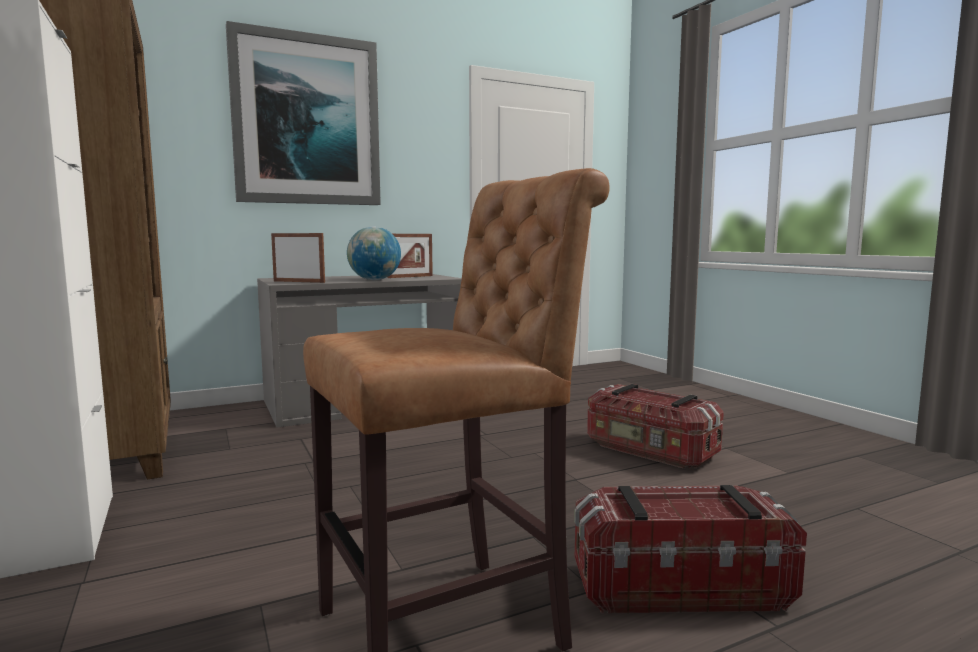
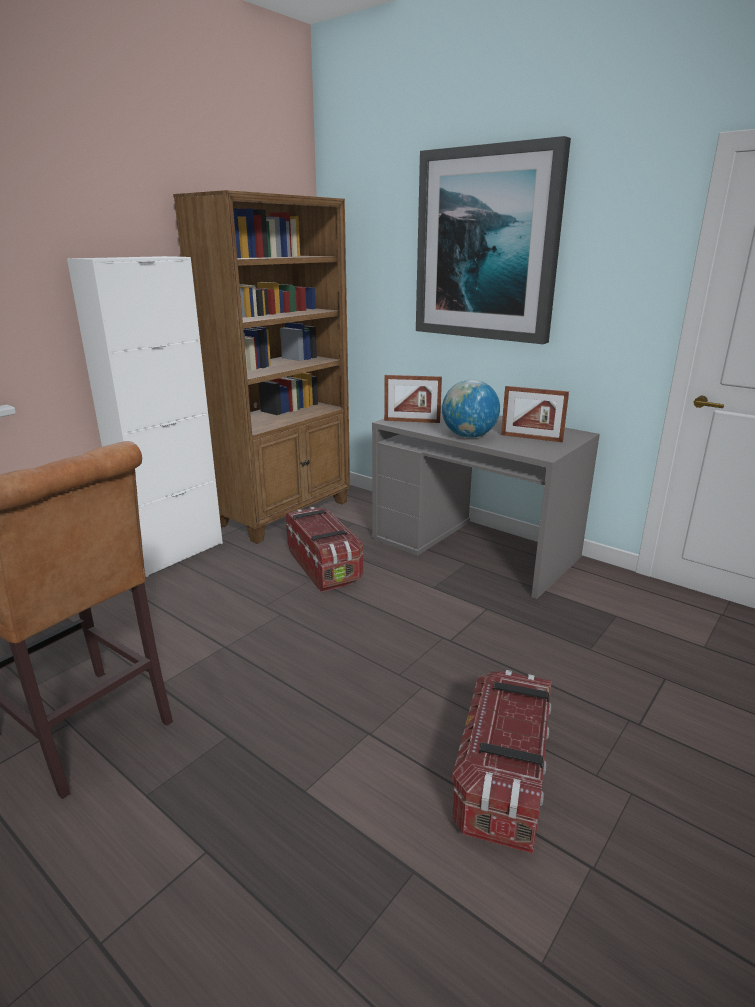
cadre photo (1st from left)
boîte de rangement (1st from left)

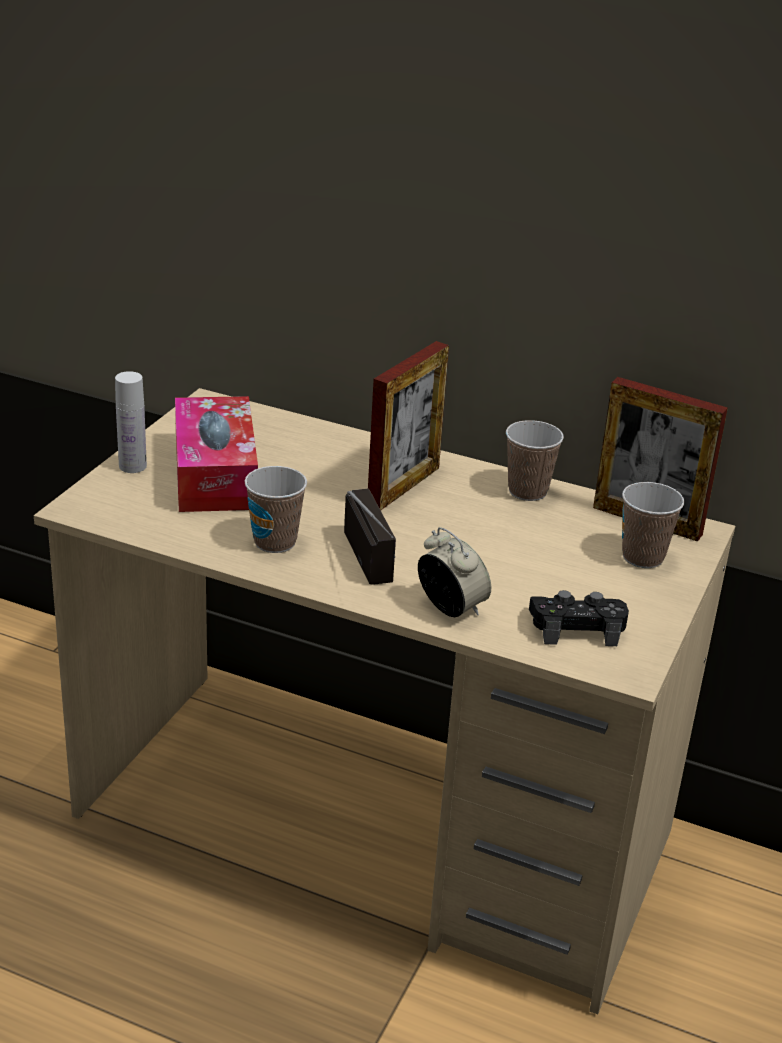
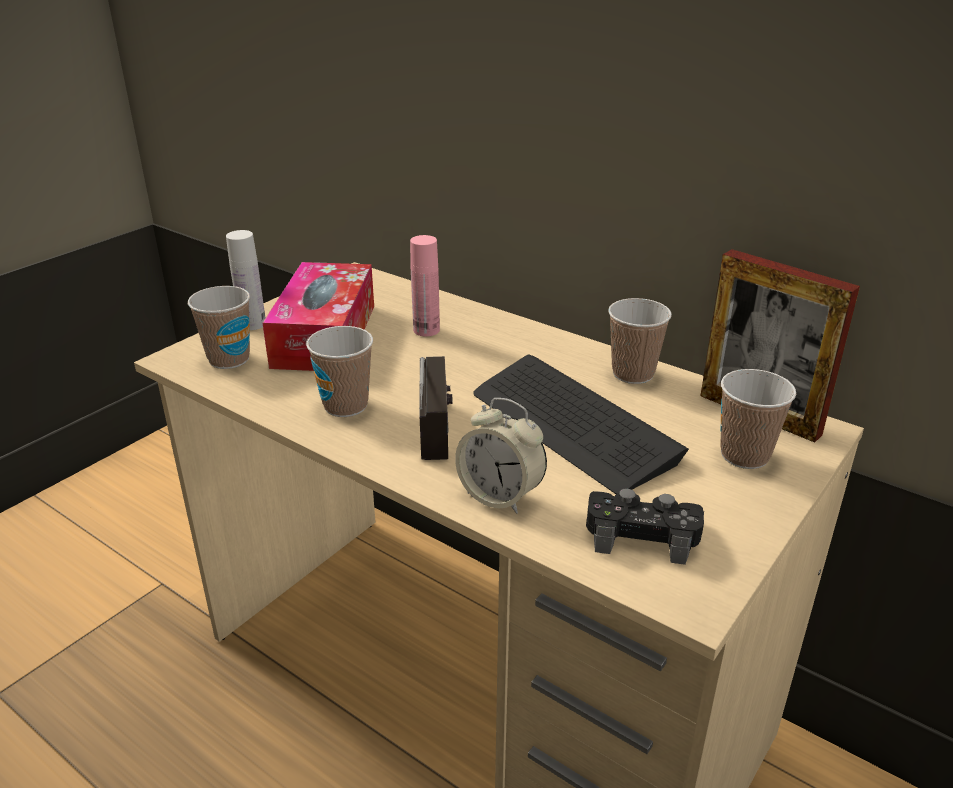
cadre photo (1st from left in the first image)
réveil
tasse (1st from left)
bouteille/rose
clavier

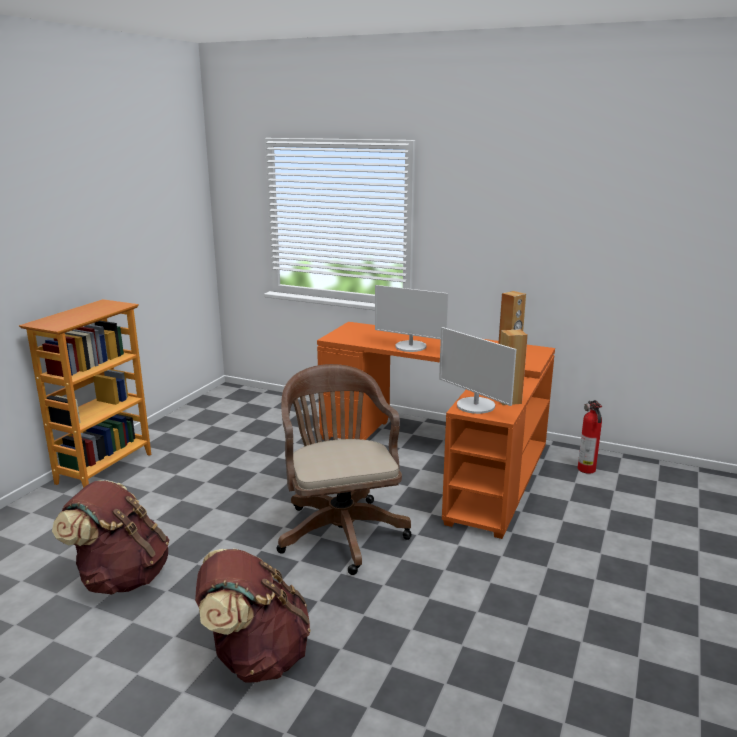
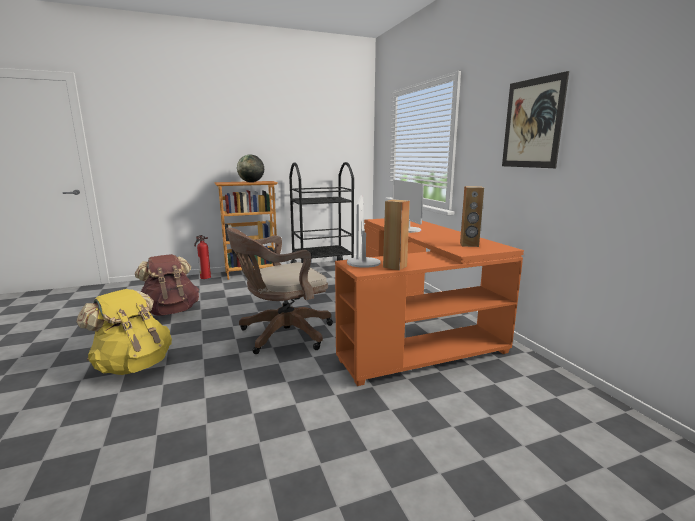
sac à dos/jaune
chaise de bureau/marron
extincteur
globe
chariot/noir
tableau

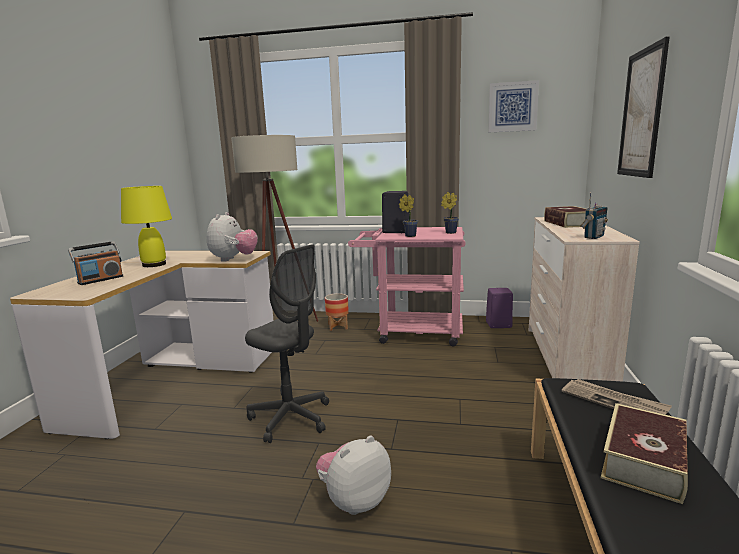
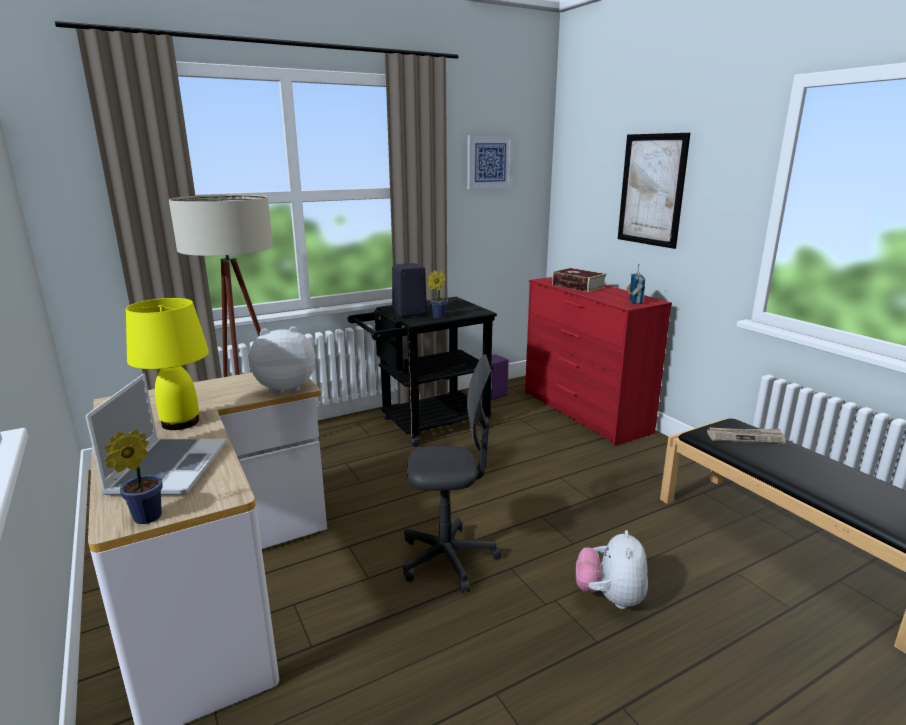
ordinateur portable
peluche (1st from left)
cache-pot
chariot/noir
plante en pot (1st from left)
commode/rouge
livre (2nd from left in the first image)

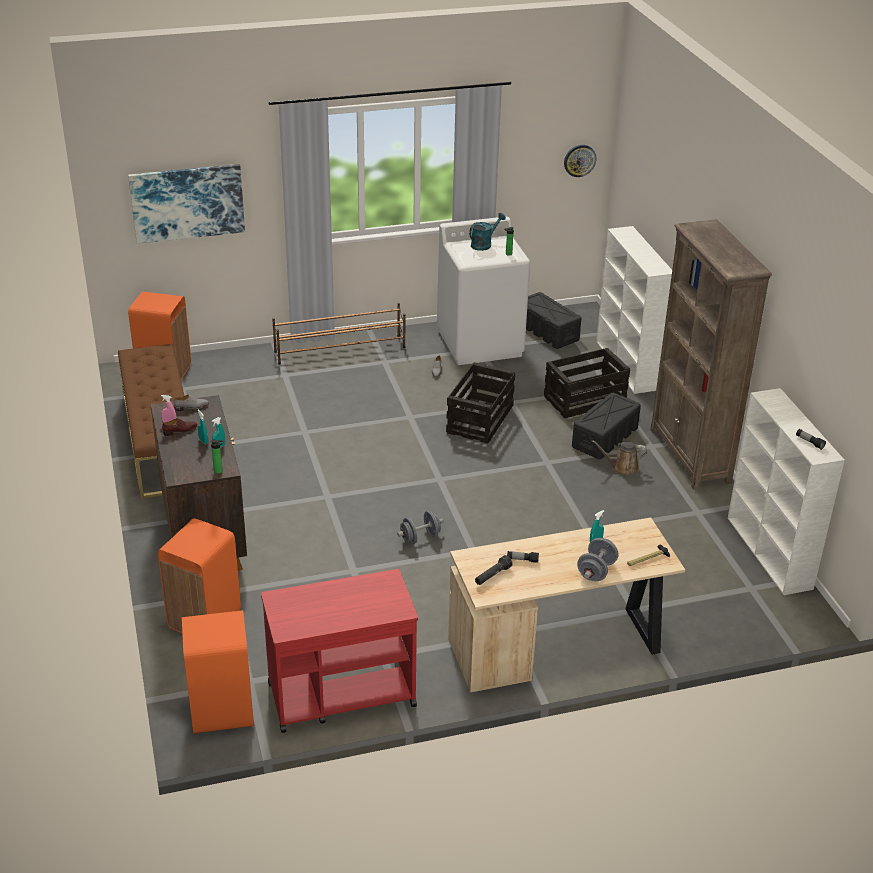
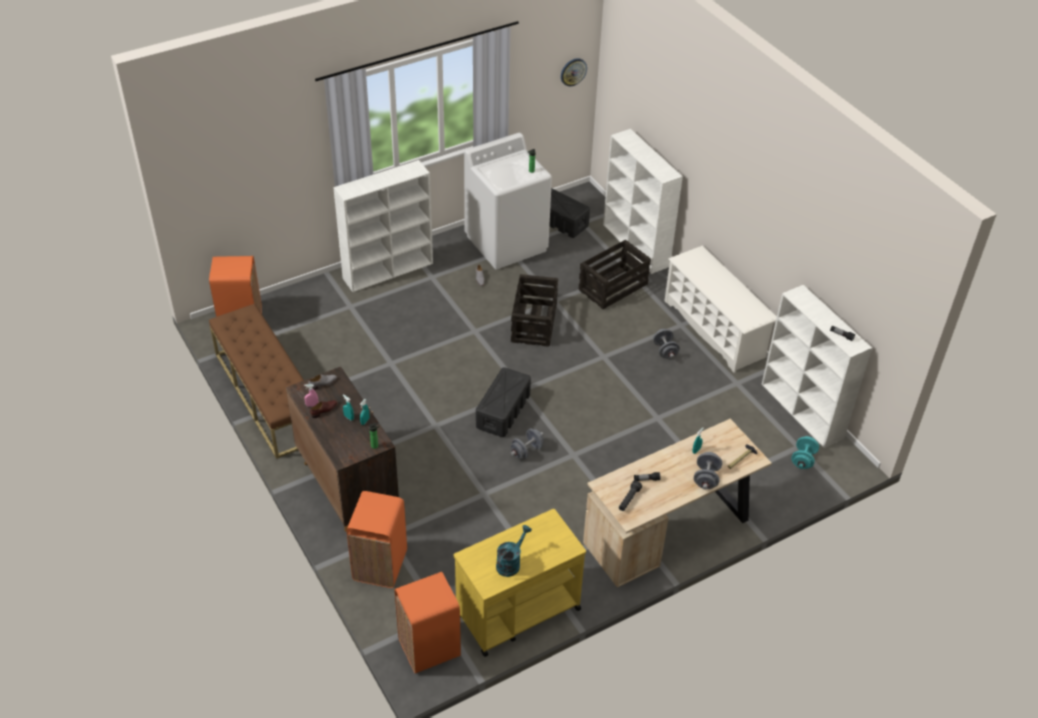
tableau
chariot/jaune
bibliothèque/blanc (1st from left)
arrosoir/turquoise
boîte de rangement/noir (1st from left)
haltère/gris (2nd from left)
étagère à chaussures/blanc
haltère/turquoise

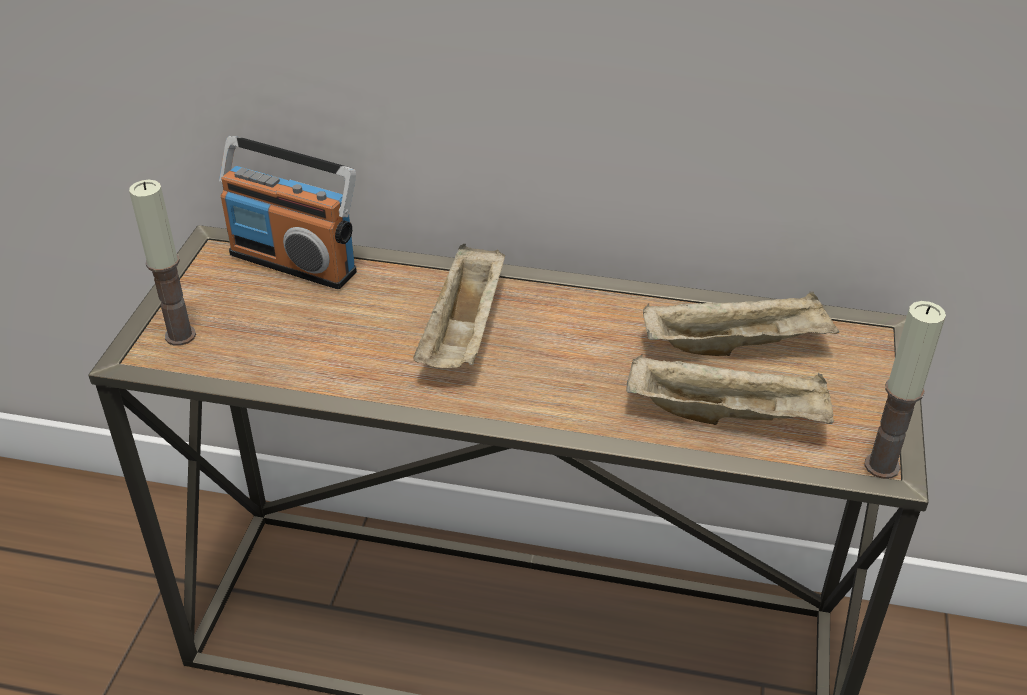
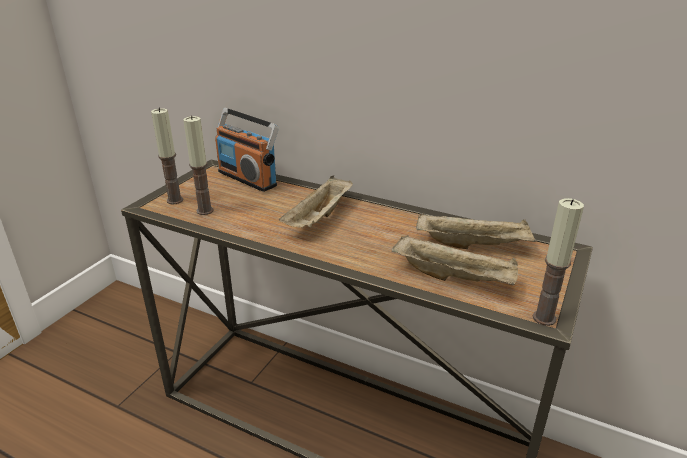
bougie (2nd from left)

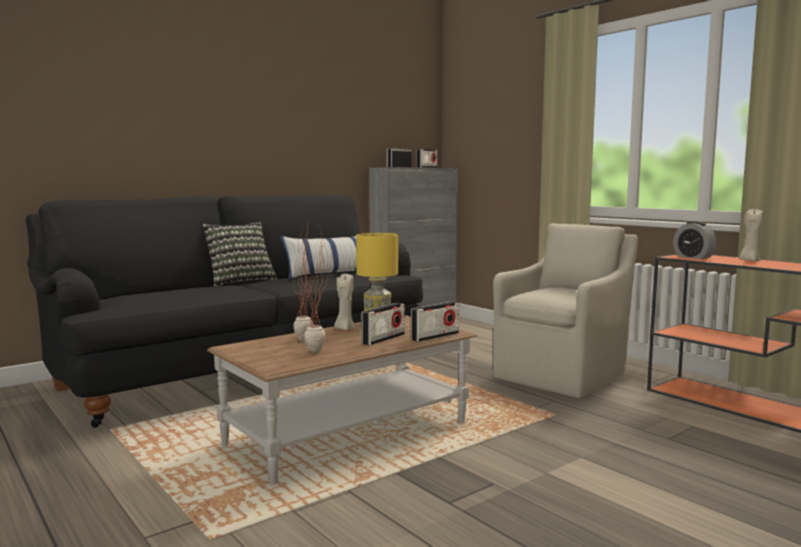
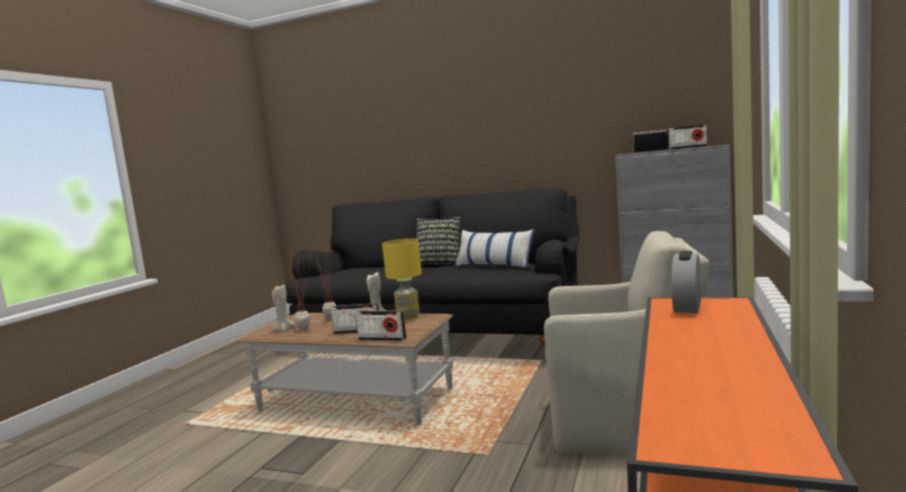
bougie/beige (1st from left)

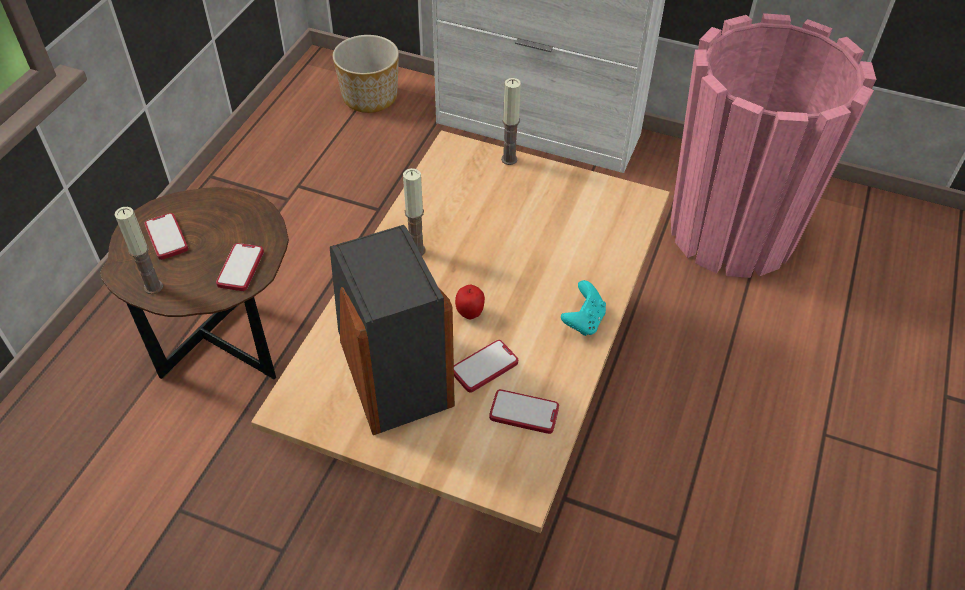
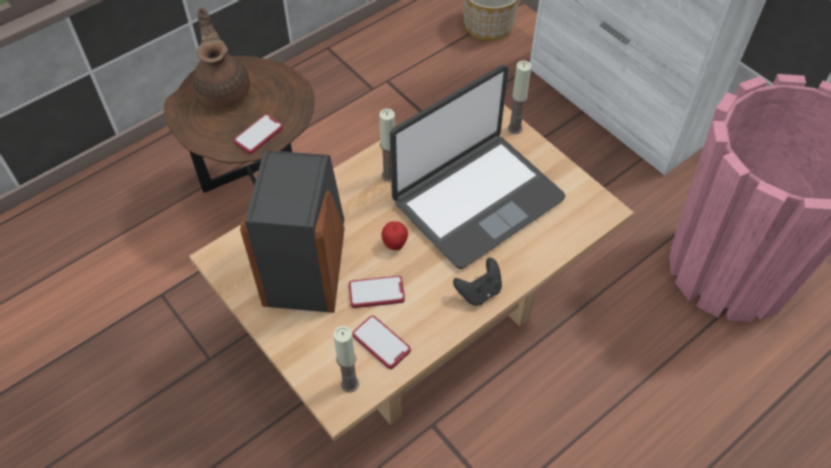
bougie (1st from left)
théière/marron
manette/noir
ordinateur portable

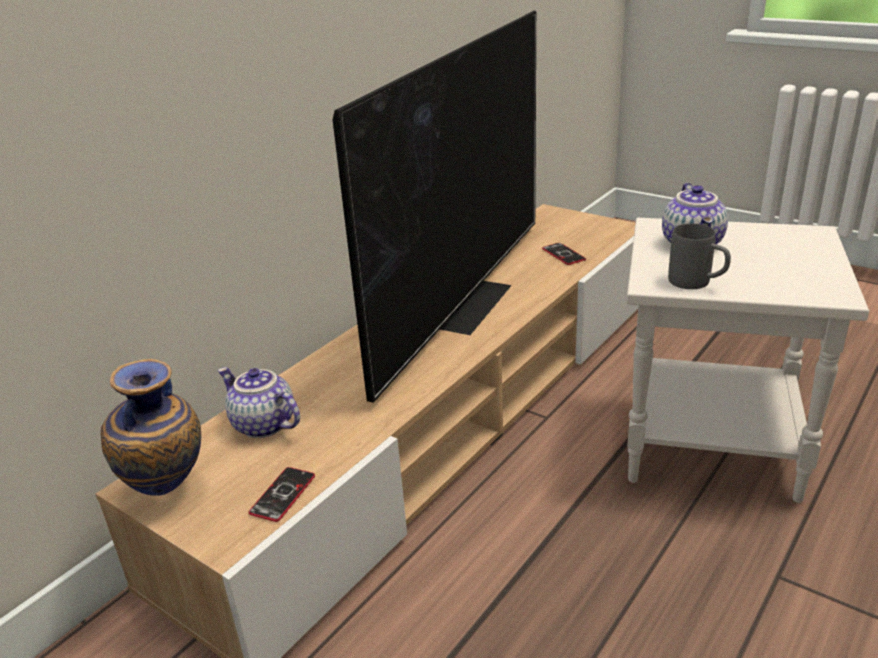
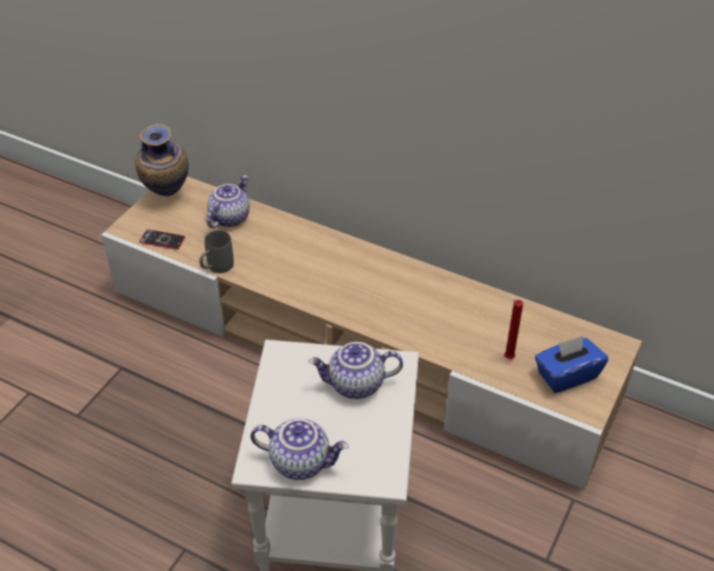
téléviseur
bougie/rouge
mug/gris
théière (2nd from left)
boîte à mouchoirs/bleu

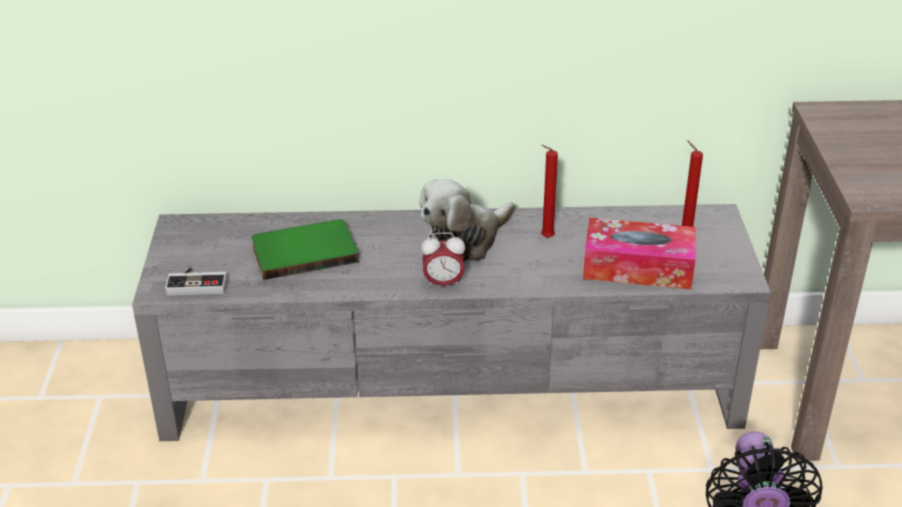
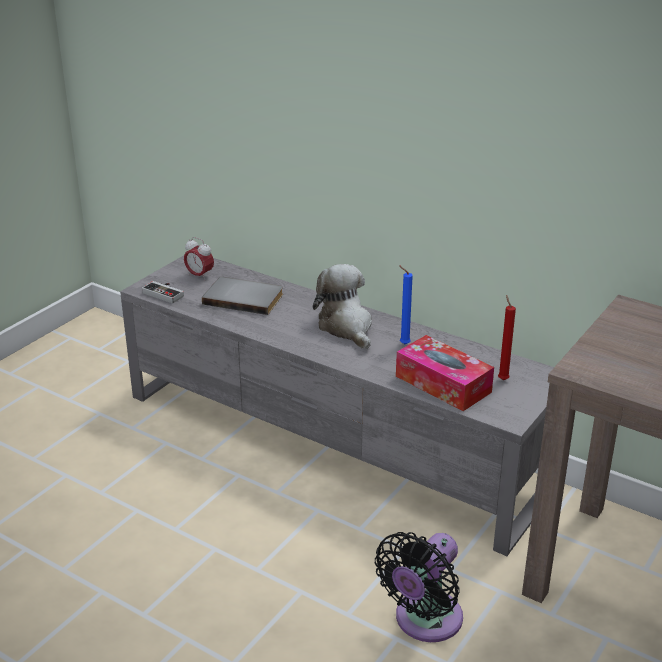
livre/gris
peluche
réveil
bougie/bleu

